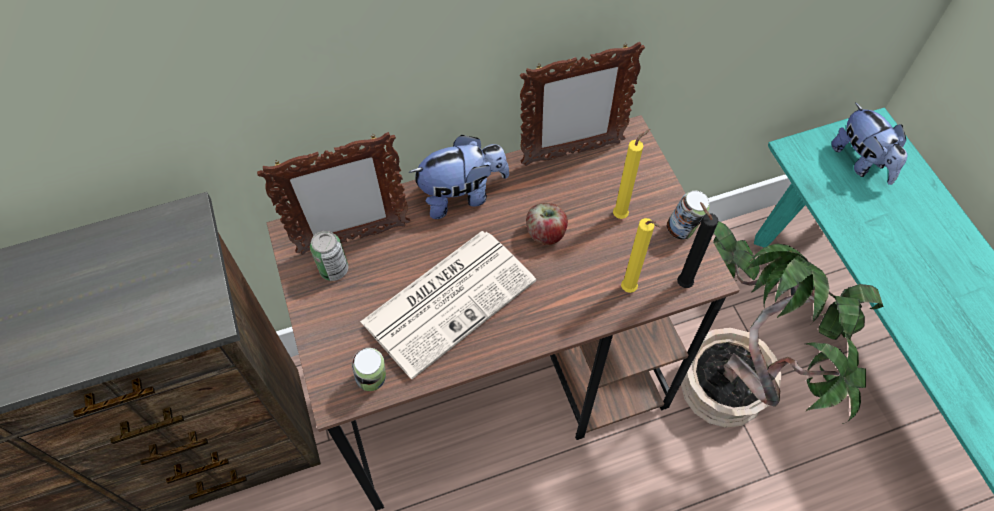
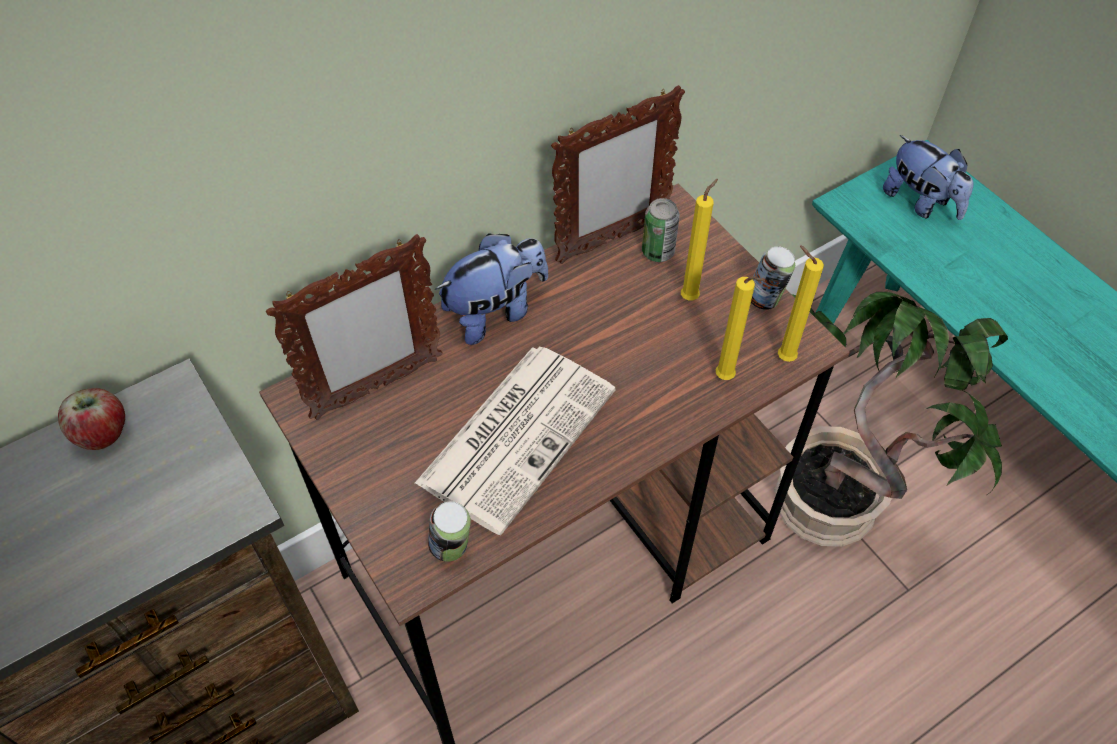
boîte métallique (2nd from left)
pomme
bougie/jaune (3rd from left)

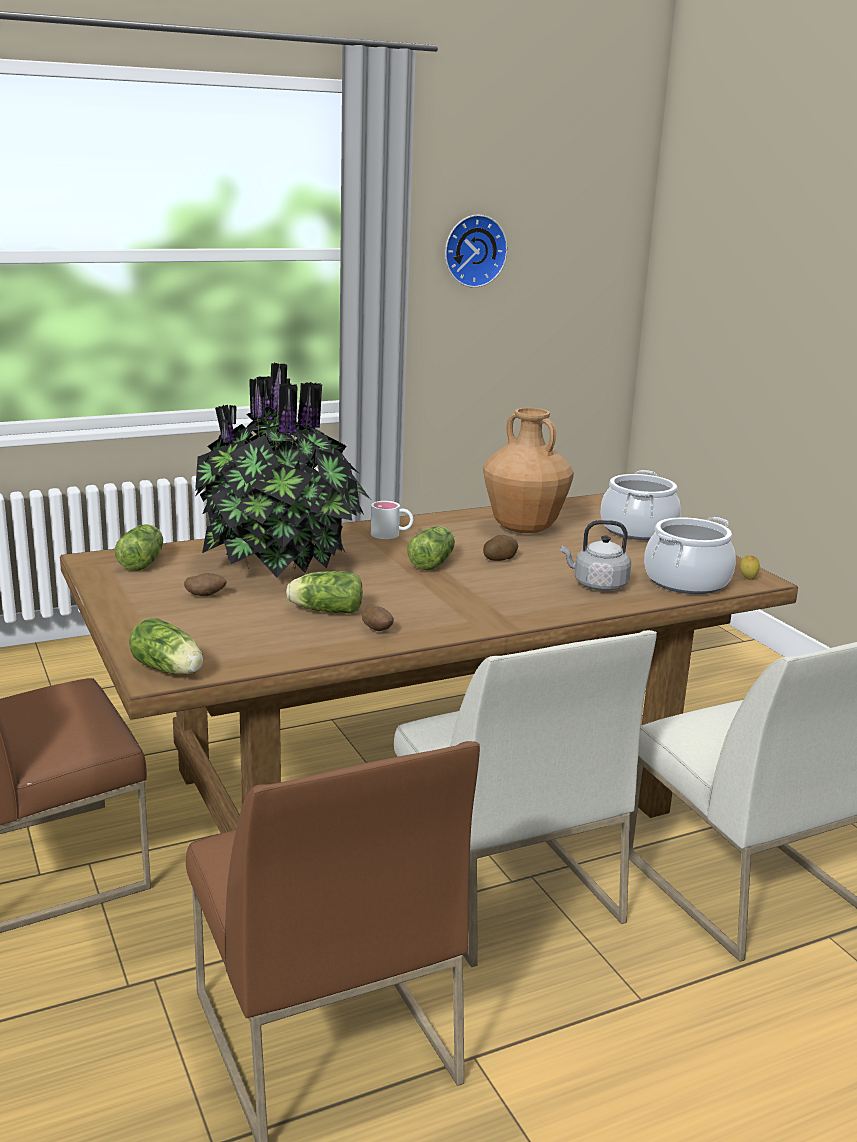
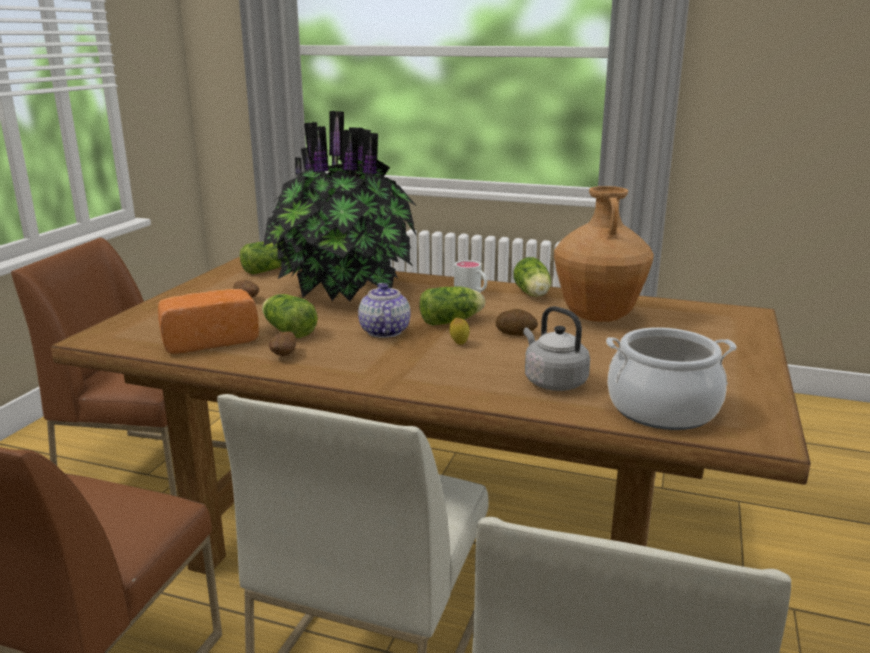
laitue (4th from left)
horloge murale
marmite (1st from left in the first image)
citron
pain
théière

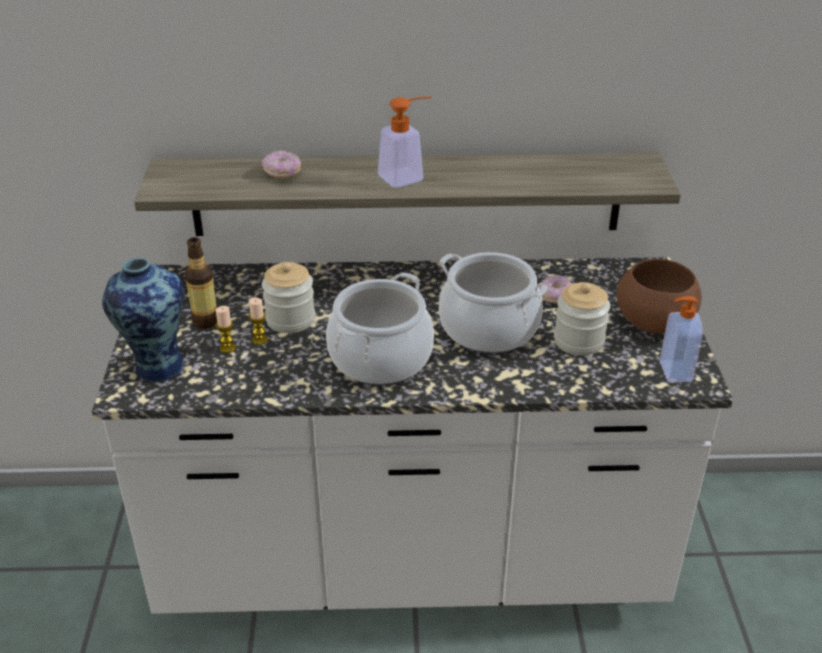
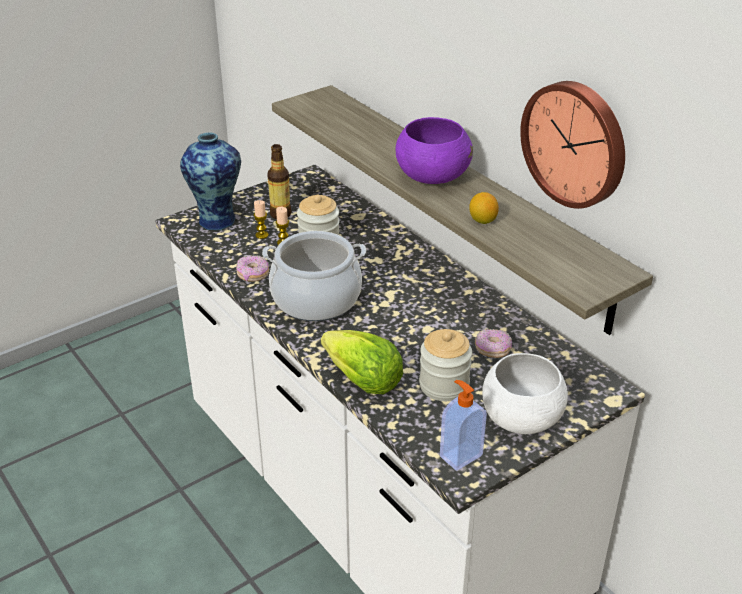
beignet (1st from left)
bol/violet
marmite (2nd from left in the first image)
bol/blanc
laitue
citron
horloge murale

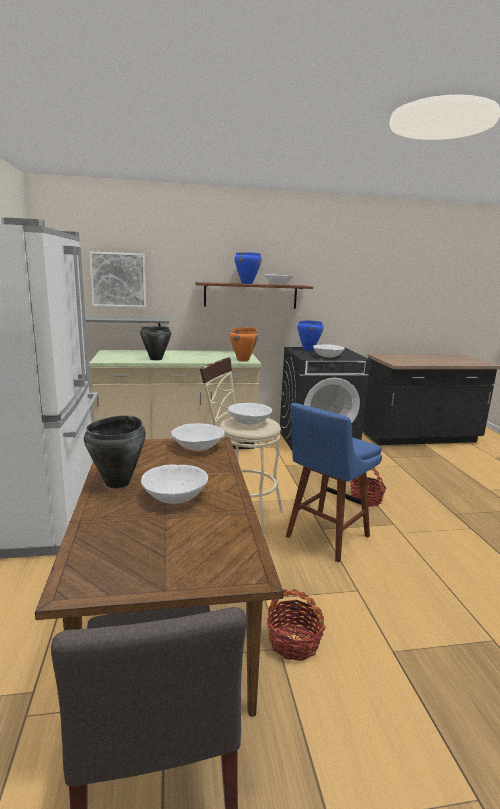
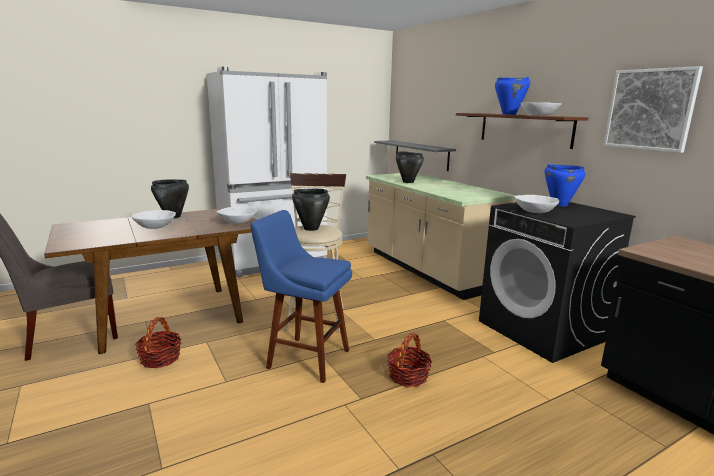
tableau
marmite/noir (2nd from left)
marmite/orange

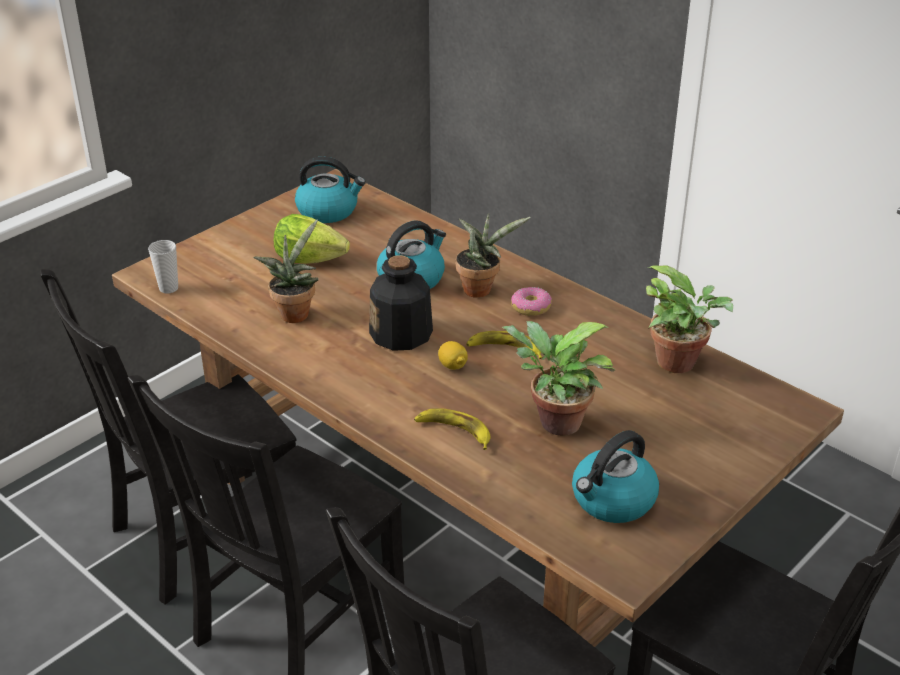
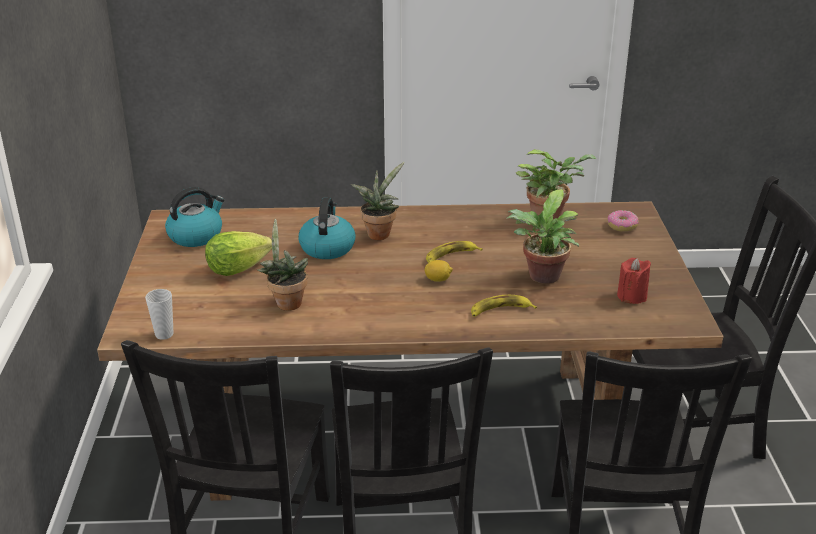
bouteille
beignet
bougie/rouge

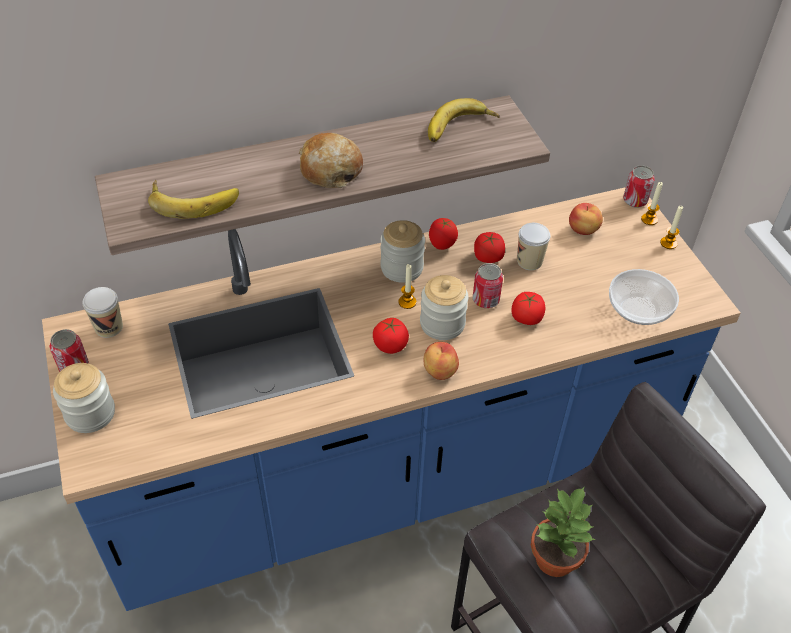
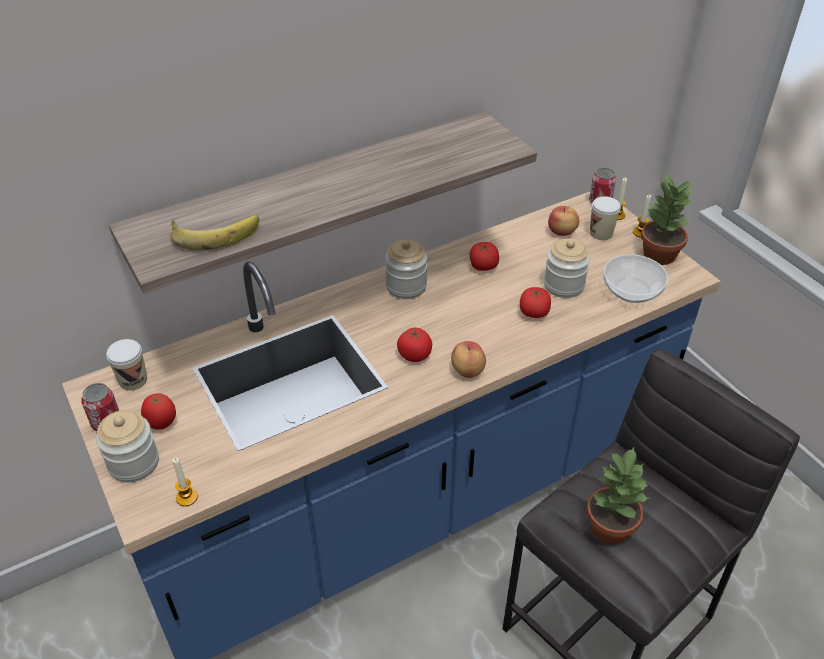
pain
bougie (1st from left)
bocal (3rd from left)
banane (2nd from left in the first image)
tomate (1st from left)
boîte métallique (2nd from left in the first image)
tasse (2nd from left)
plante en pot (2nd from left)

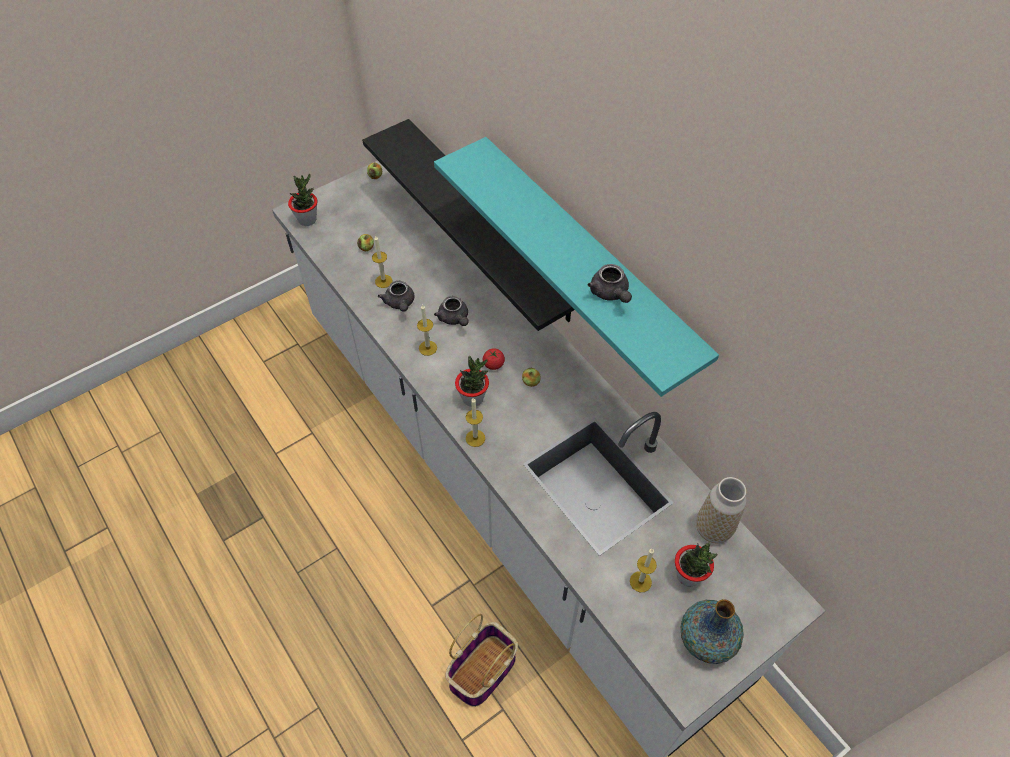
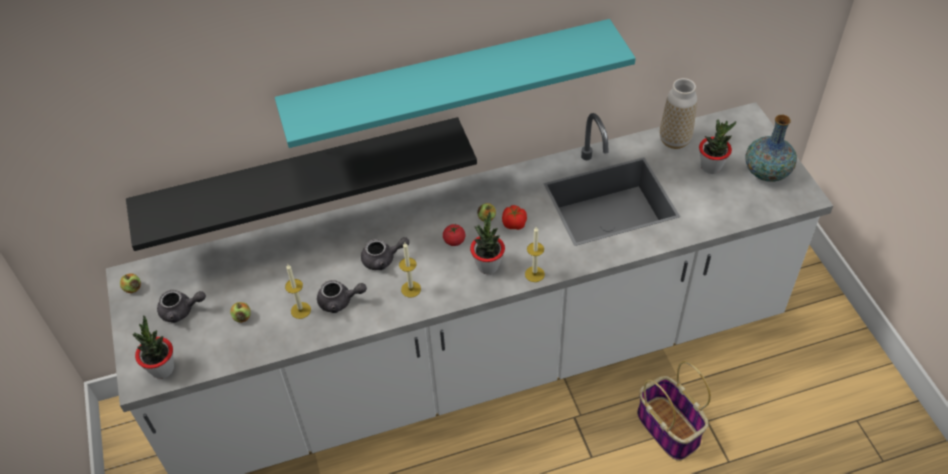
théière/gris (1st from left)
bougie (4th from left in the first image)
tomate (2nd from left)

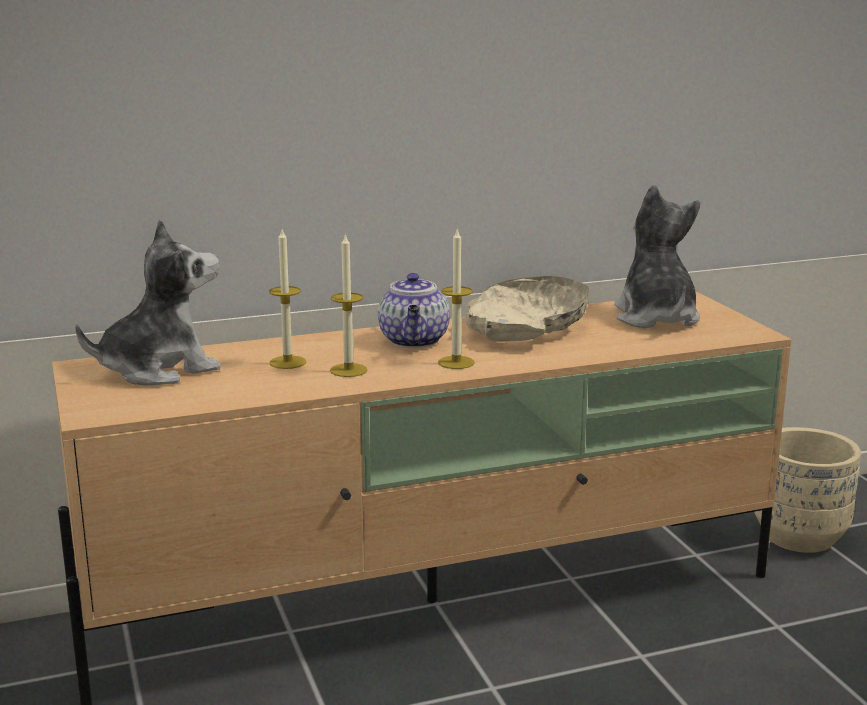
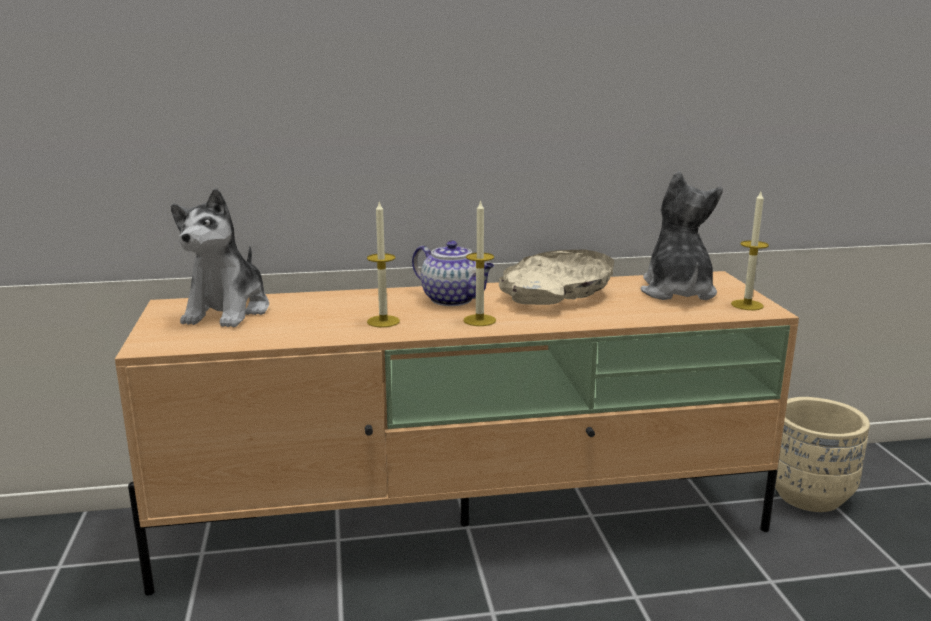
peluche (1st from left)
bougie (3rd from left)
théière

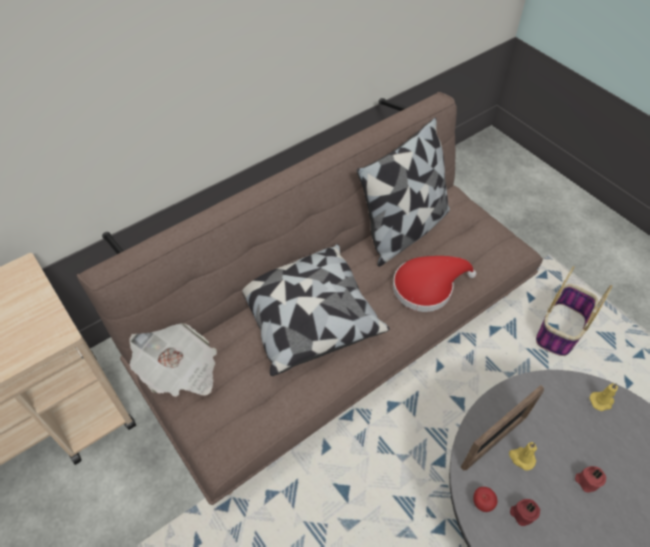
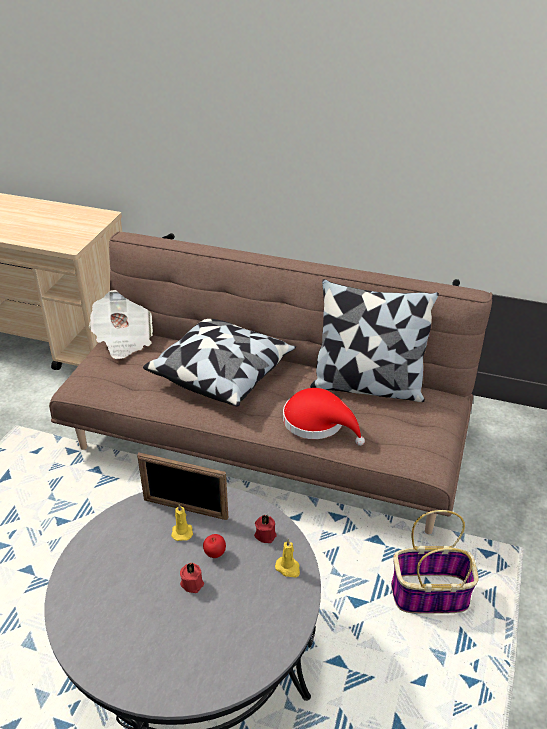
pomme
bougie/rouge (2nd from left)

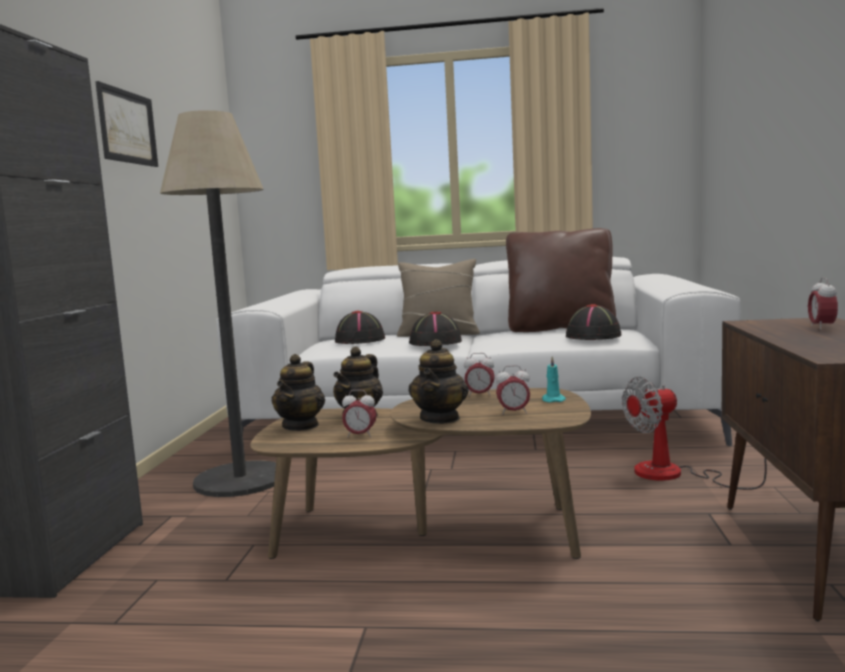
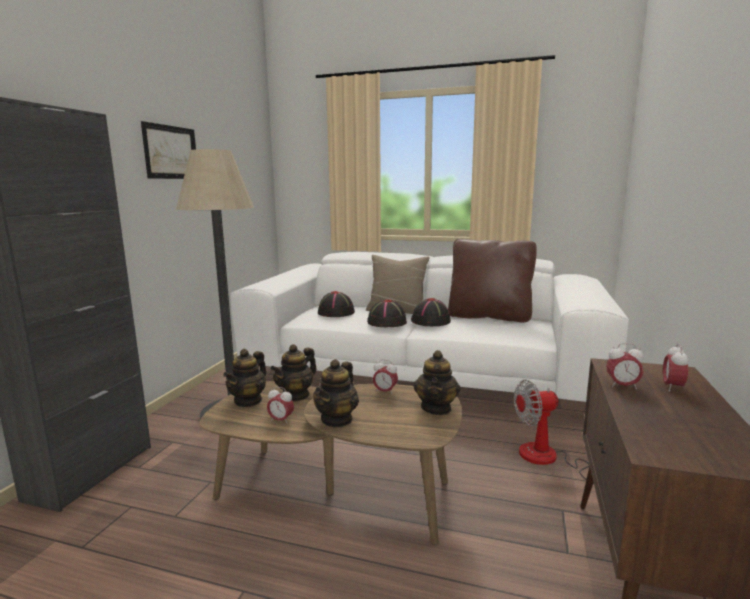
réveil (3rd from left)
théière (4th from left)
chapeau/noir (3rd from left)

